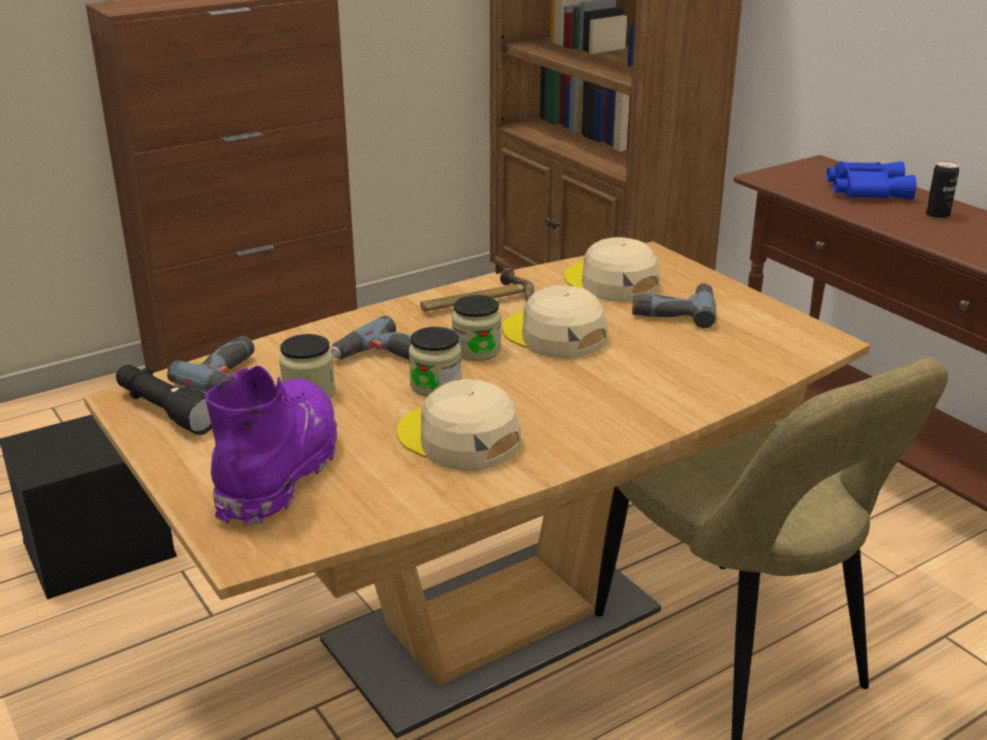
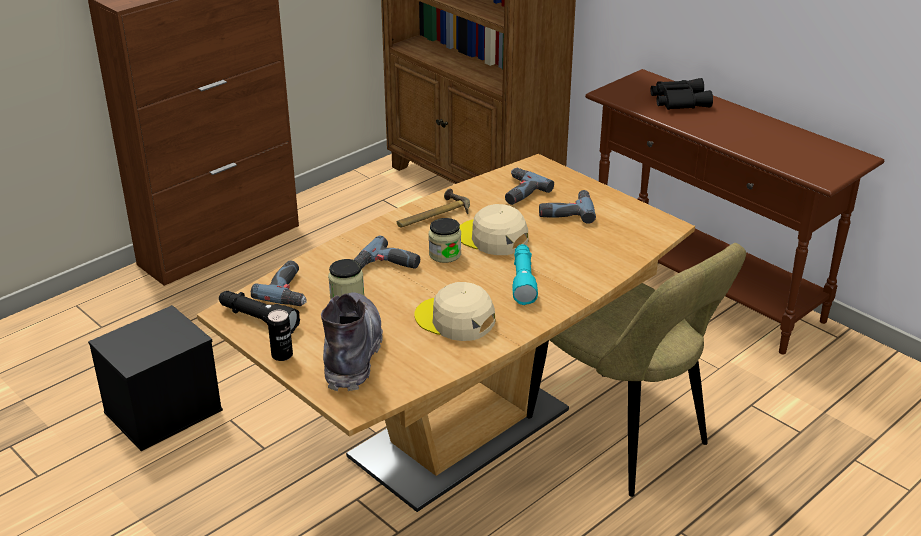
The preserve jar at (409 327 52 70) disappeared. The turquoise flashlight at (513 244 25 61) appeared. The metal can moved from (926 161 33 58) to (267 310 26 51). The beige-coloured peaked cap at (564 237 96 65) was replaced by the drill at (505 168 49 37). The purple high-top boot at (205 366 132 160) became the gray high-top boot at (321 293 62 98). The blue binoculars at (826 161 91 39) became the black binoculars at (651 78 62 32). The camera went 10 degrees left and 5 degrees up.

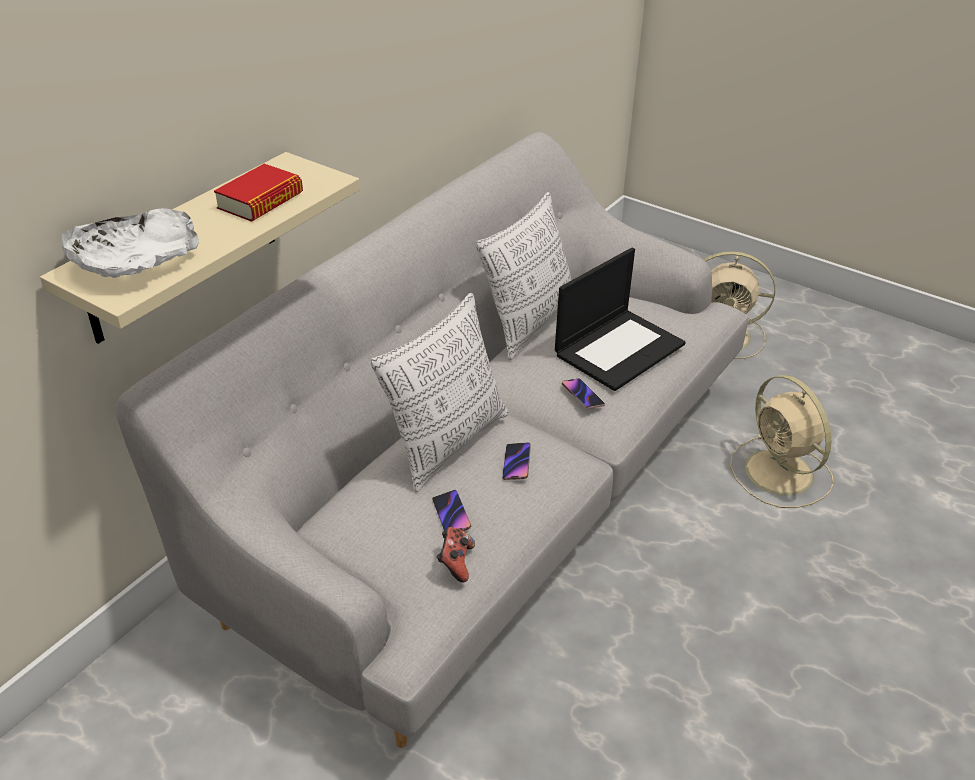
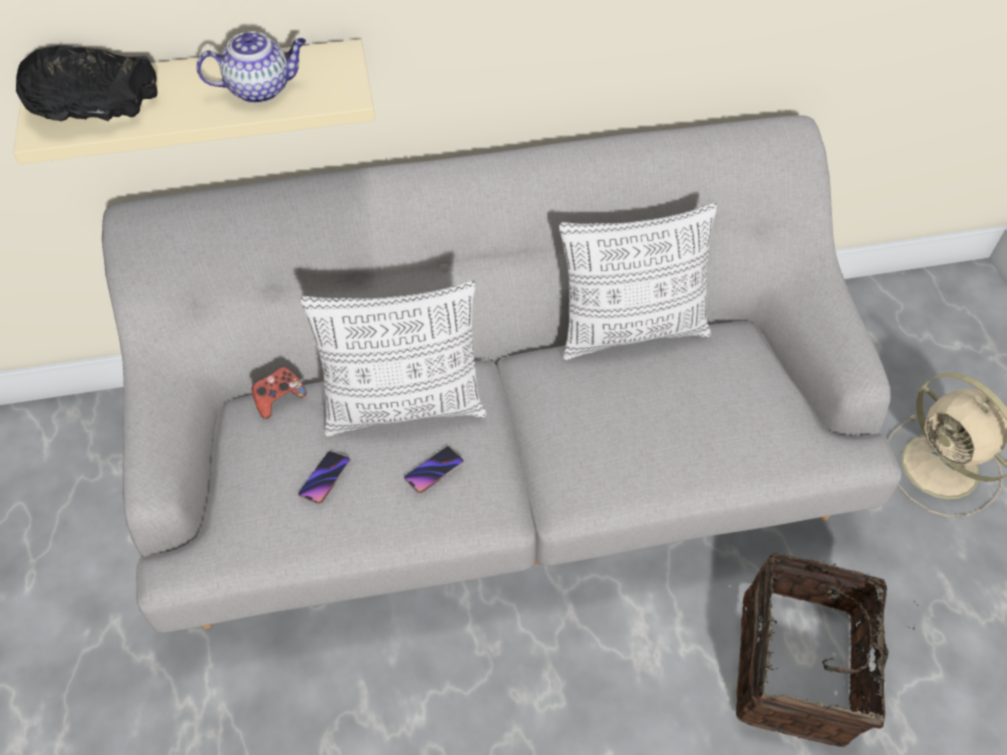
The notebook computer at (555 248 131 143) disappeared. The telephone at (562 378 43 31) disappeared. The joypad moved from (437 527 38 56) to (252 367 55 52). The volume at (214 164 89 58) was replaced by the tea pot at (196 31 110 72). The beige-coloured electric fan at (730 375 104 133) was replaced by the storage basket at (736 553 182 194). The white serving bowl at (61 208 138 70) became the black serving bowl at (16 45 142 76). The camera went 45 degrees right and 15 degrees up.

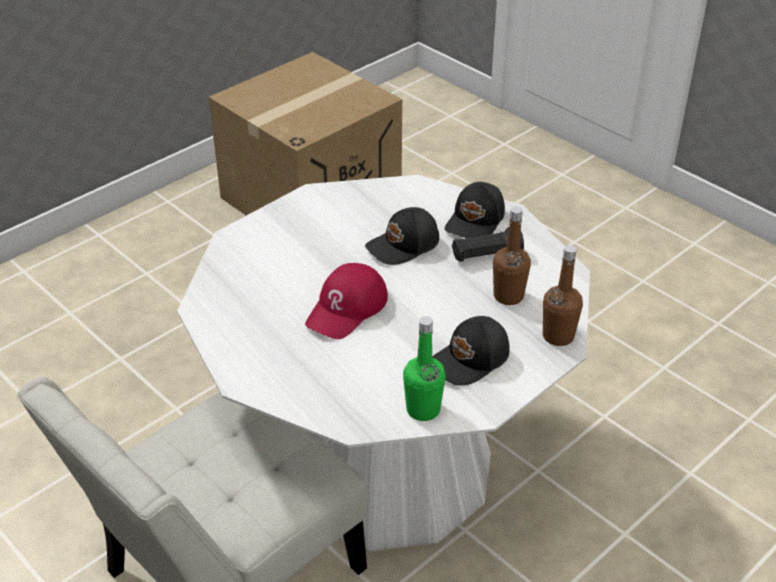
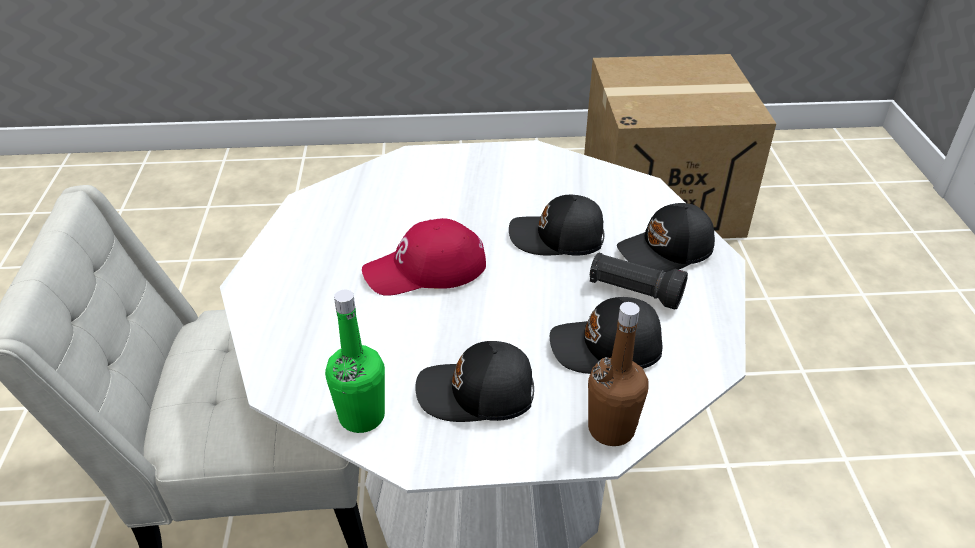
The brown-coloured bottle at (493 207 38 98) was replaced by the black peaked cap at (550 297 112 77). The camera went 40 degrees right and 0 degrees up.

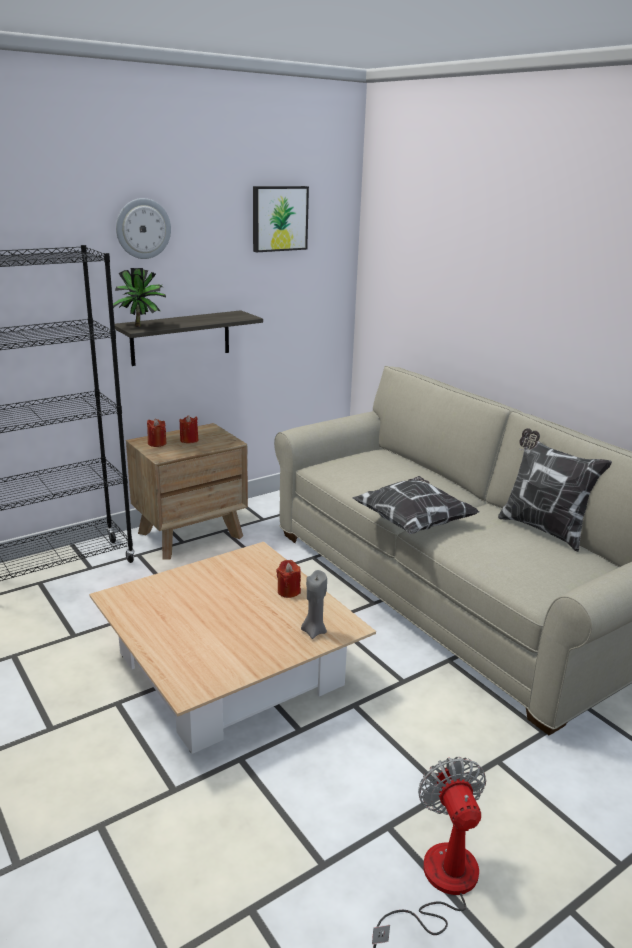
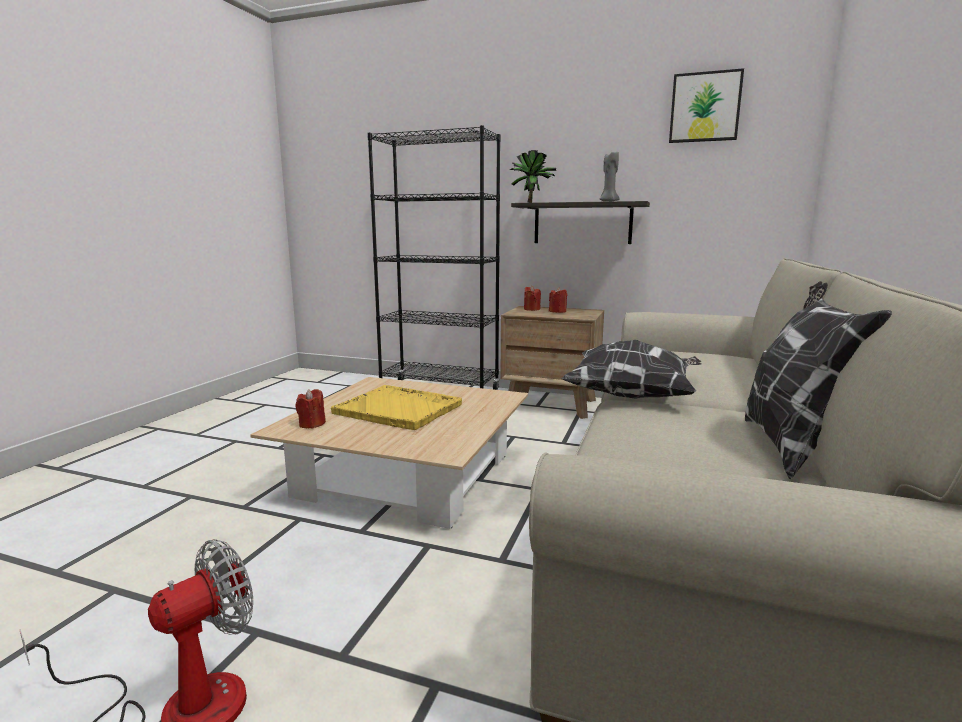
The clock on the wall at (116 198 55 61) disappeared. The yellow-coloured tray at (331 385 131 45) appeared. The red-coloured candle moved from (276 560 25 38) to (296 389 30 39). The gray candle moved from (301 570 26 69) to (600 151 20 50). The camera went 55 degrees right and 10 degrees down.

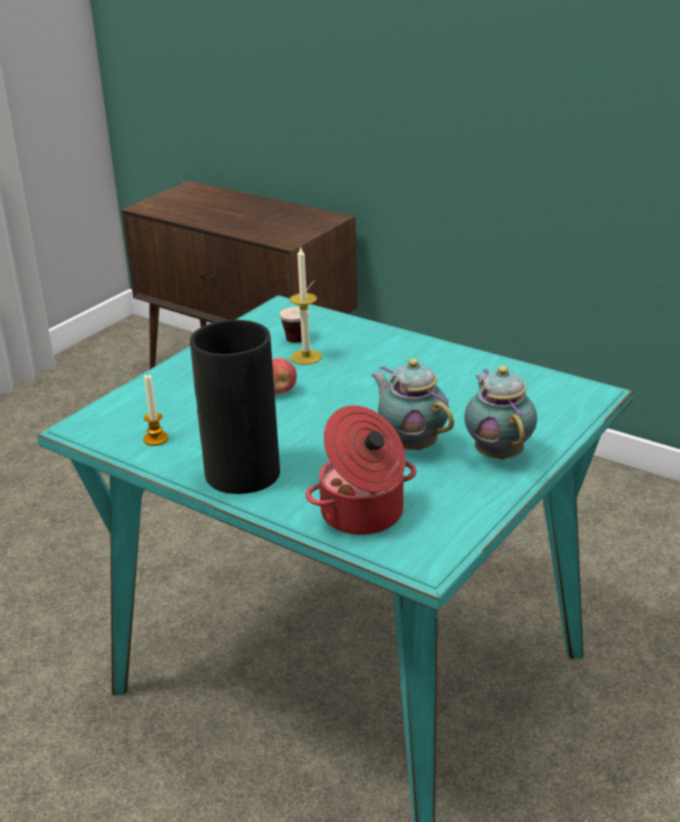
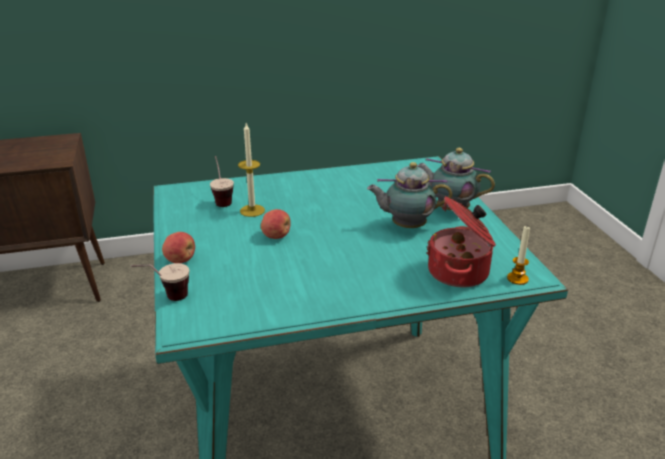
The vase at (190 320 90 174) disappeared. The drinking cup at (131 263 59 38) appeared. The apple at (162 232 33 31) appeared. The candle moved from (143 374 26 72) to (507 226 23 59). The camera went 50 degrees left and 0 degrees up.

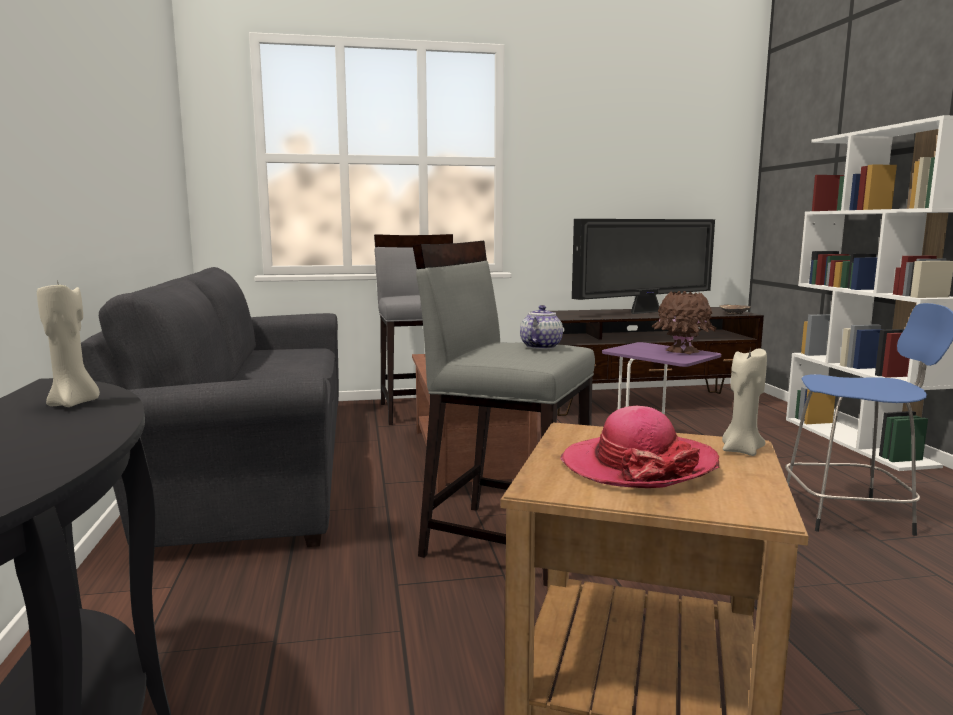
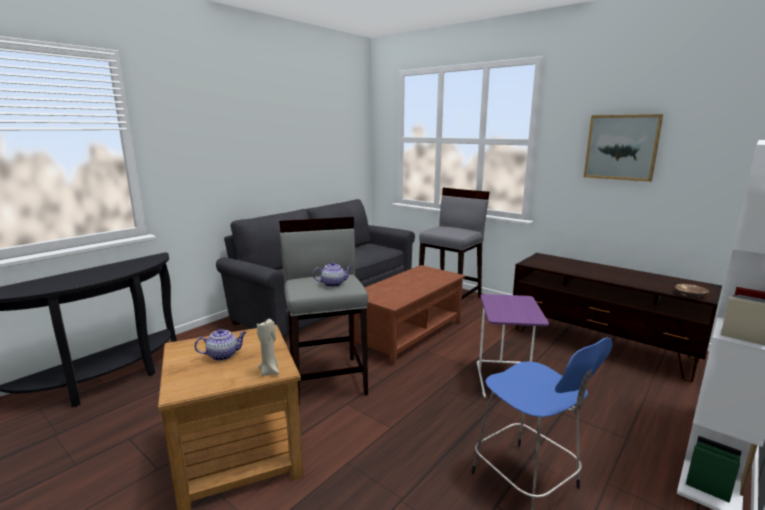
The beige-coloured candle at (37 279 63 128) disappeared. The TV at (572 219 143 95) disappeared. The brown-coloured vase at (651 291 65 63) disappeared. The picture at (584 114 79 68) appeared. The hat at (561 405 158 83) was replaced by the tea pot at (194 329 53 32). The camera went 50 degrees right and 5 degrees up.

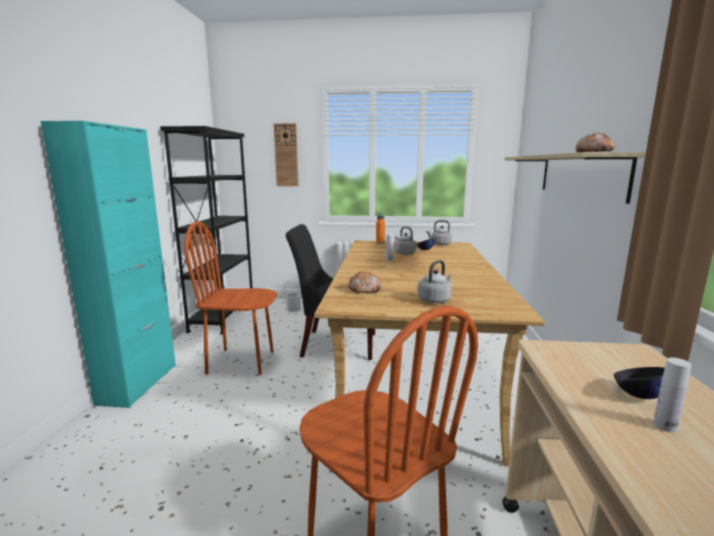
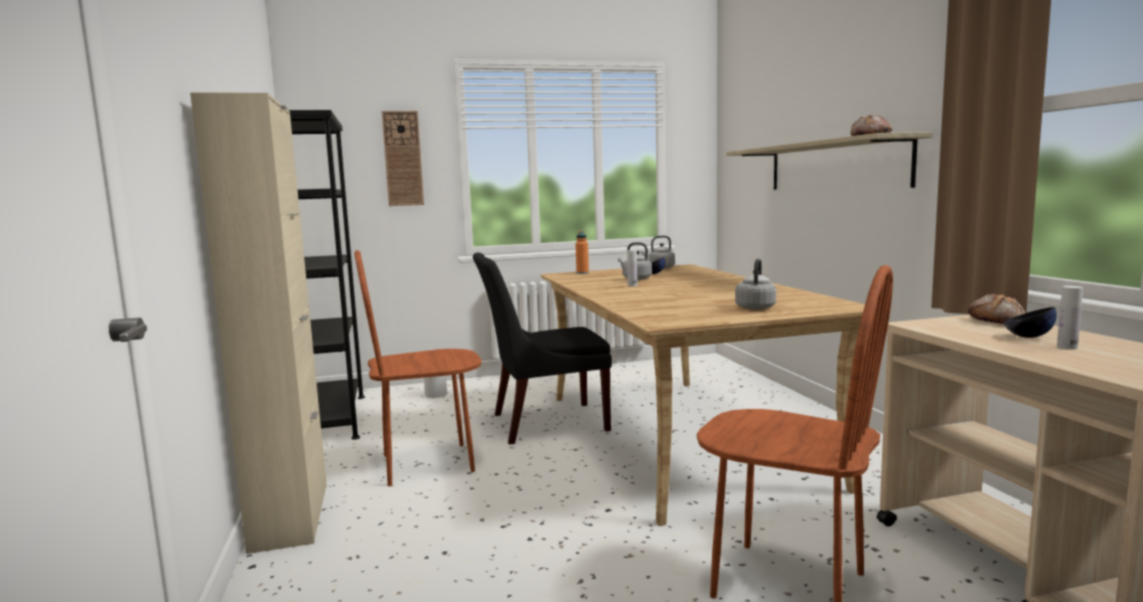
The bakery bread moved from (348 271 33 22) to (968 294 57 30). The turquoise cabinet at (41 121 135 287) became the beige-coloured cabinet at (190 92 137 462). The camera went 20 degrees left and 5 degrees down.

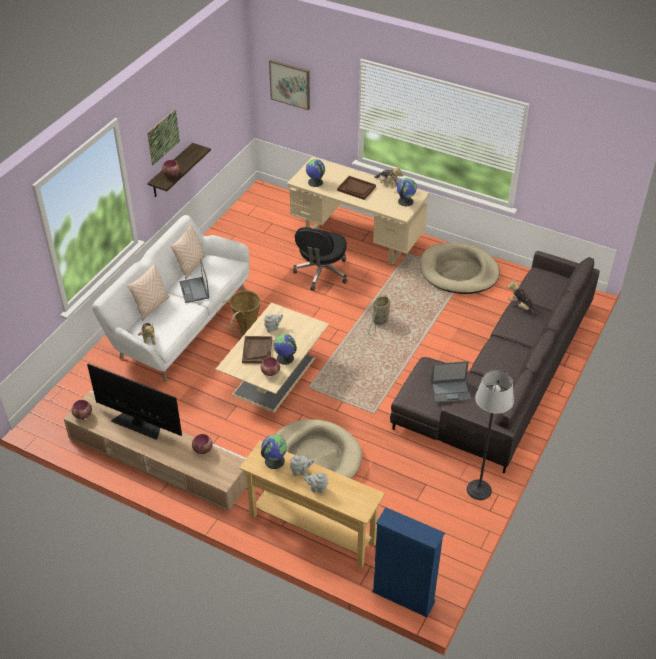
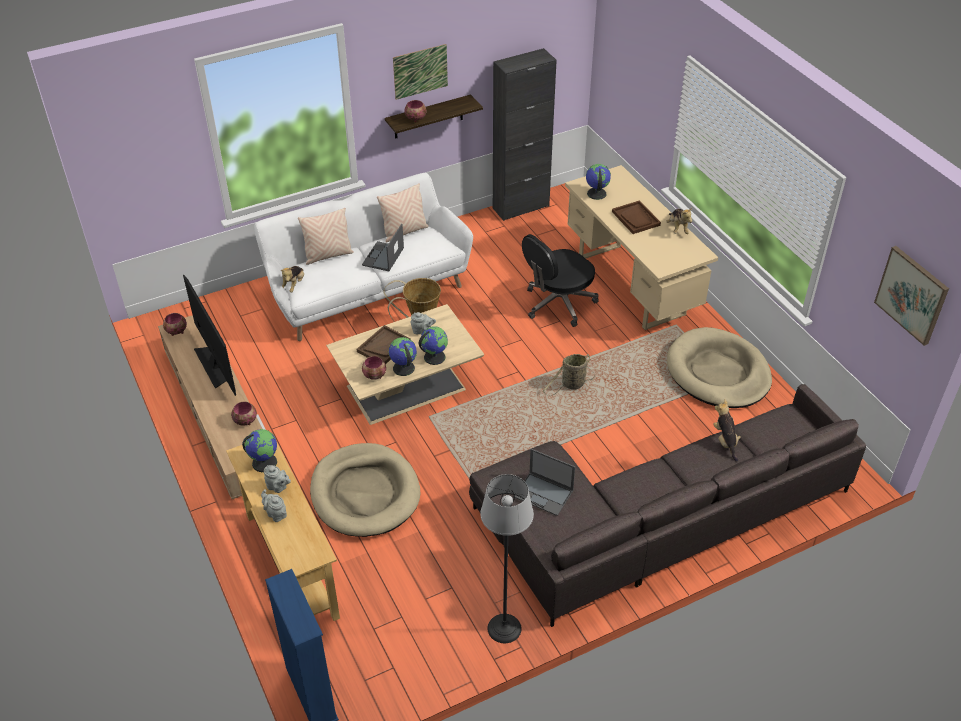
The black cabinet at (493 48 64 173) appeared. The picture moved from (269 60 41 50) to (874 246 75 100). The desk globe moved from (397 178 20 28) to (419 326 29 39). The camera went 35 degrees right and 0 degrees up.

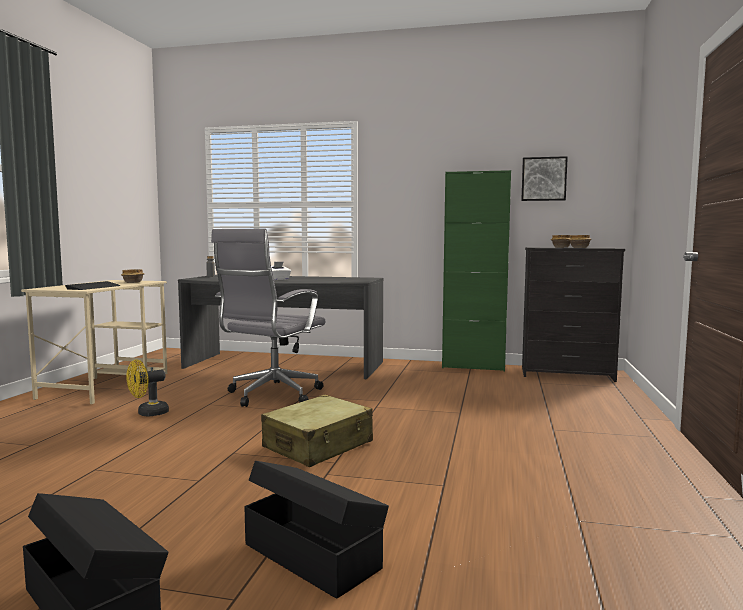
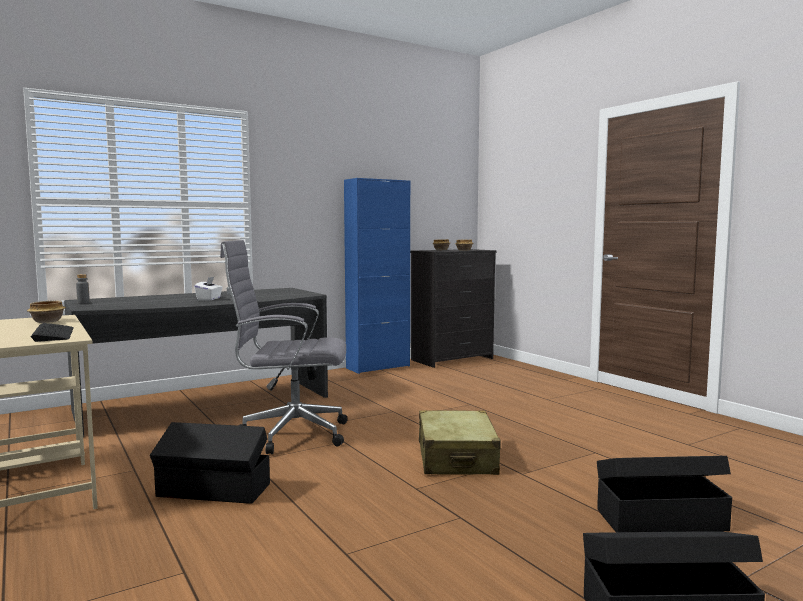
The picture at (521 156 47 45) disappeared. The yellow-coloured electric fan at (126 360 43 57) was replaced by the black storage box at (150 422 120 82). The green cabinet at (442 170 69 202) became the blue cabinet at (344 178 66 196). The gray office chair at (211 229 114 178) turned 105 degrees clockwise. The camera went 45 degrees left and 0 degrees up.

